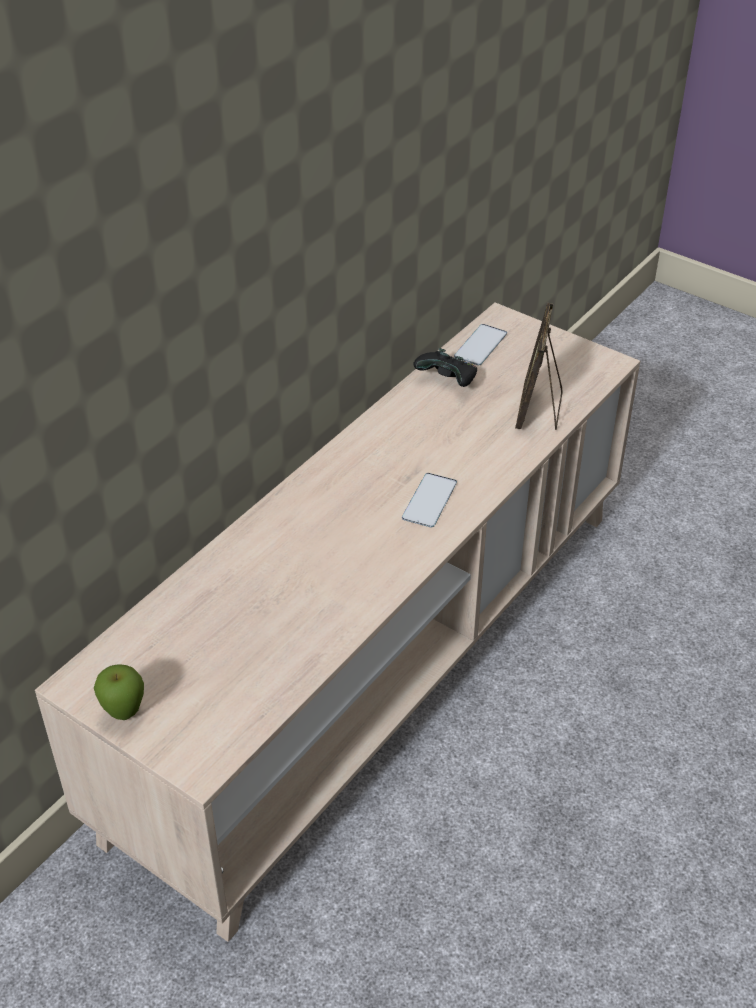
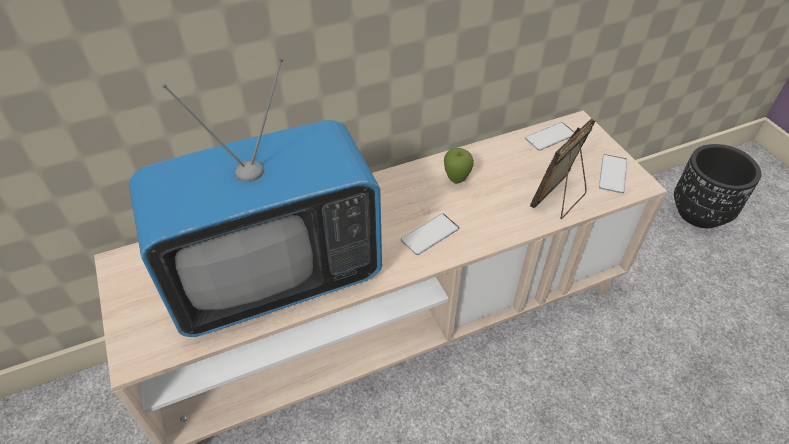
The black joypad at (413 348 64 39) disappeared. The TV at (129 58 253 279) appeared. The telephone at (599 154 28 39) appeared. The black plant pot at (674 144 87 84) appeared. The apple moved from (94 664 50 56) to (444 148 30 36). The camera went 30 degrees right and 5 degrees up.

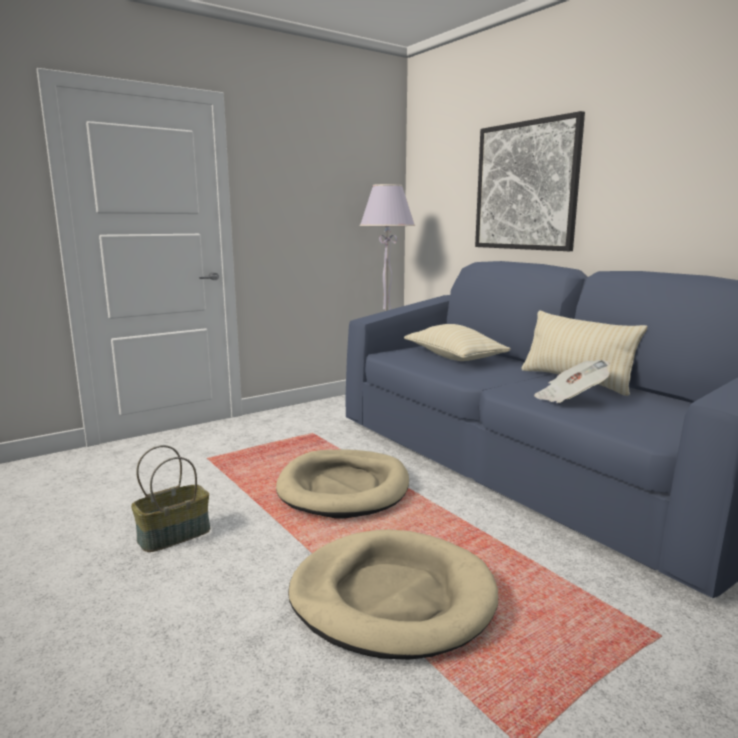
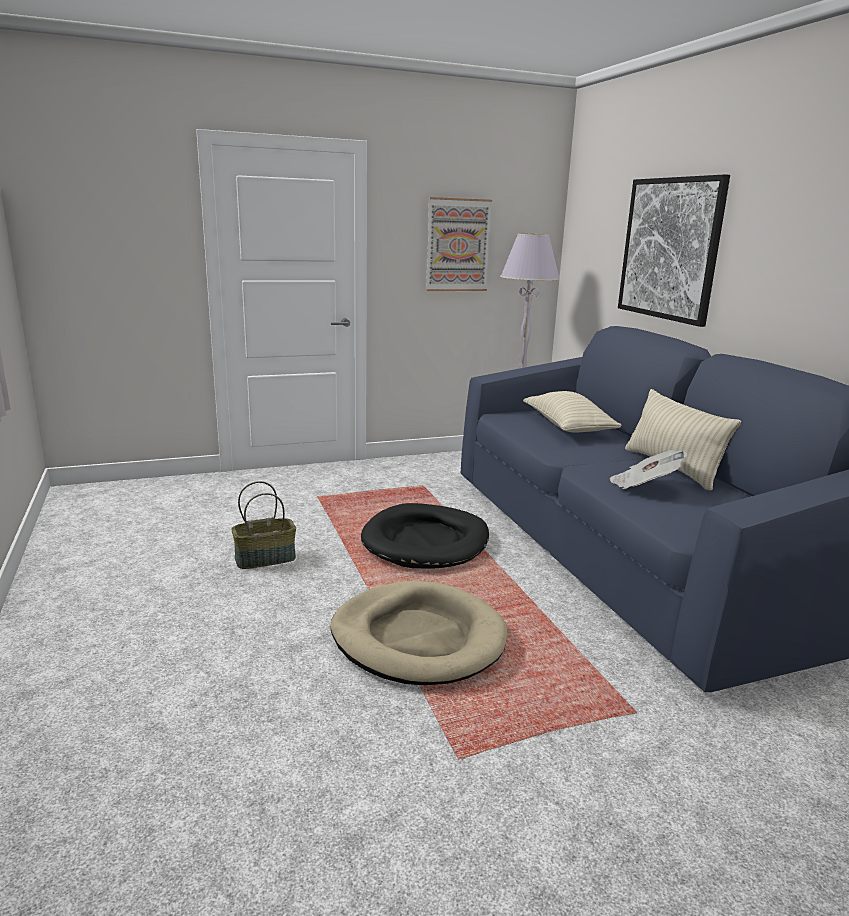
The picture at (426 197 66 94) appeared. The beige-coloured pet bed at (276 450 133 68) became the black pet bed at (361 503 128 65). The camera went 15 degrees right and 5 degrees up.

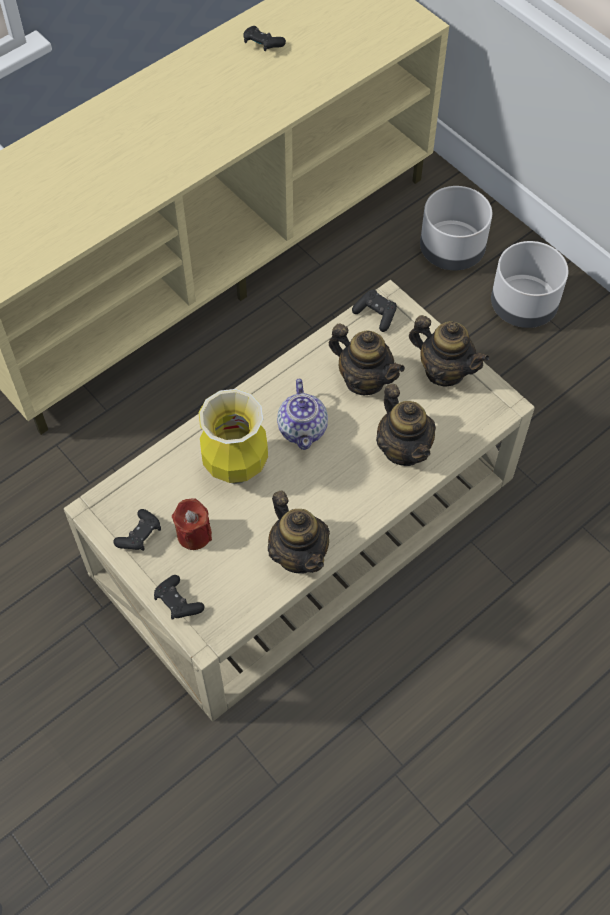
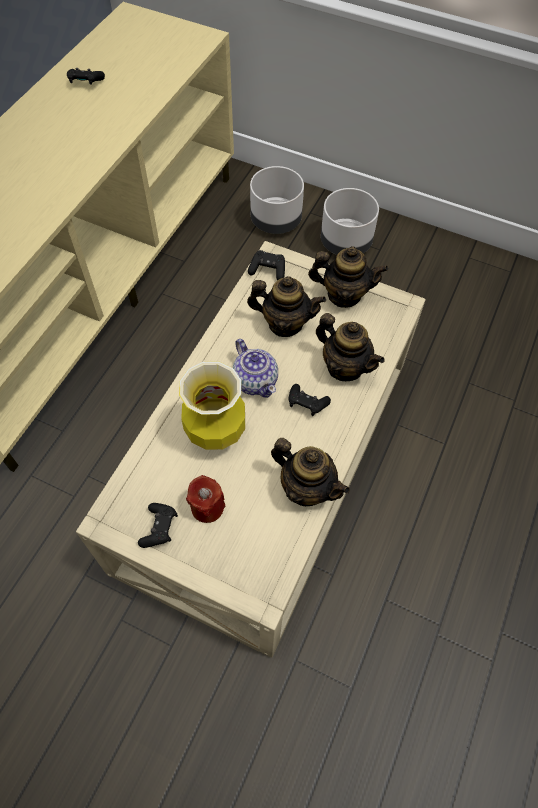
The black joypad moved from (154 575 50 45) to (289 384 42 32). The camera went 25 degrees left and 0 degrees up.

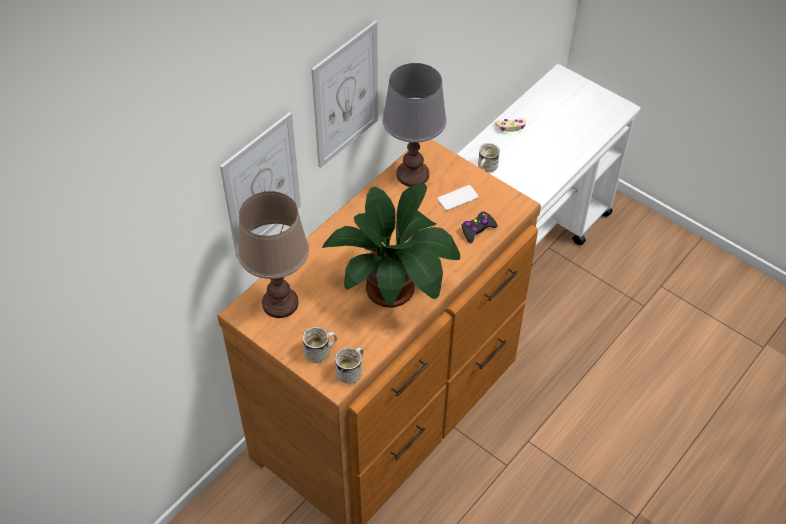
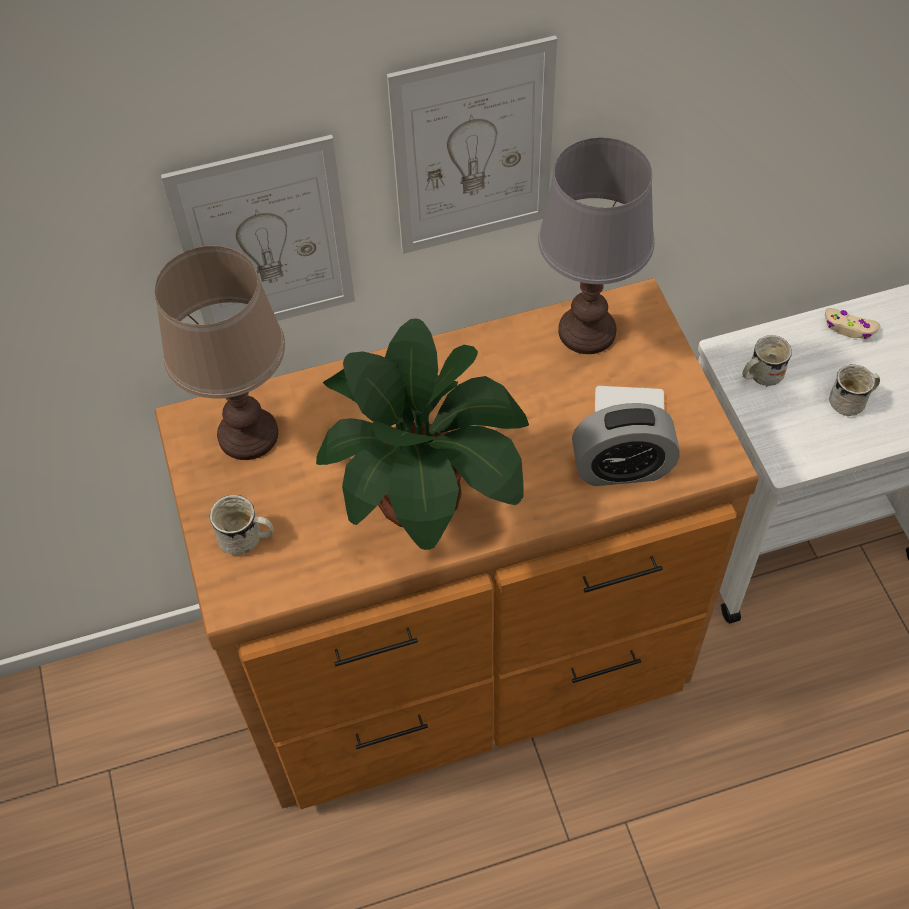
The white coffee mug moved from (335 347 28 37) to (829 364 51 52). The black joypad at (461 211 36 32) was replaced by the alarm clock at (572 403 108 83). The camera went 35 degrees right and 5 degrees up.

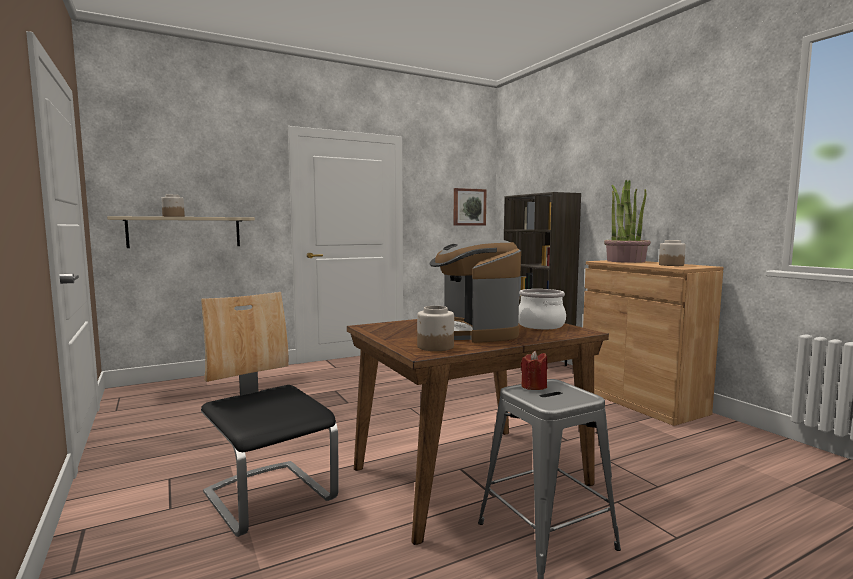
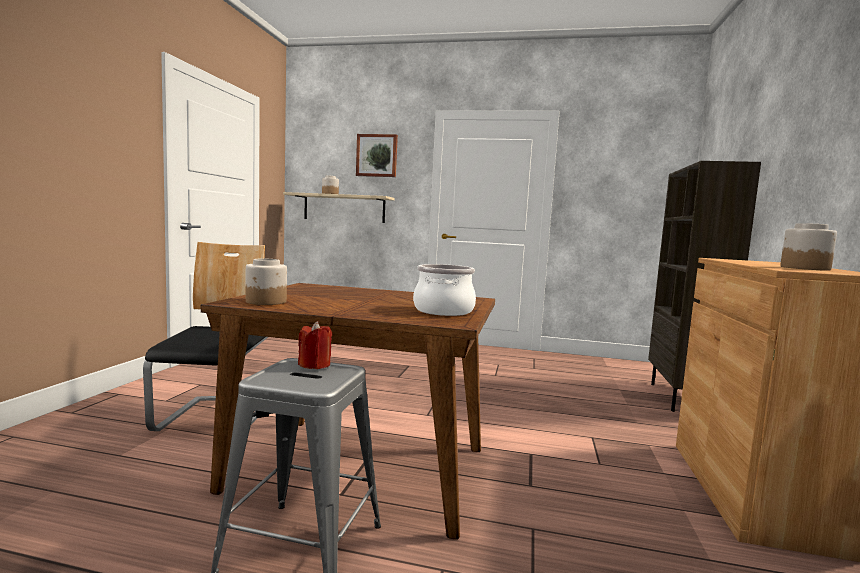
The coffee maker at (430 240 91 103) disappeared. The plant in a pot at (604 180 47 83) disappeared. The picture moved from (454 188 33 38) to (356 134 42 43). The camera went 40 degrees right and 0 degrees up.

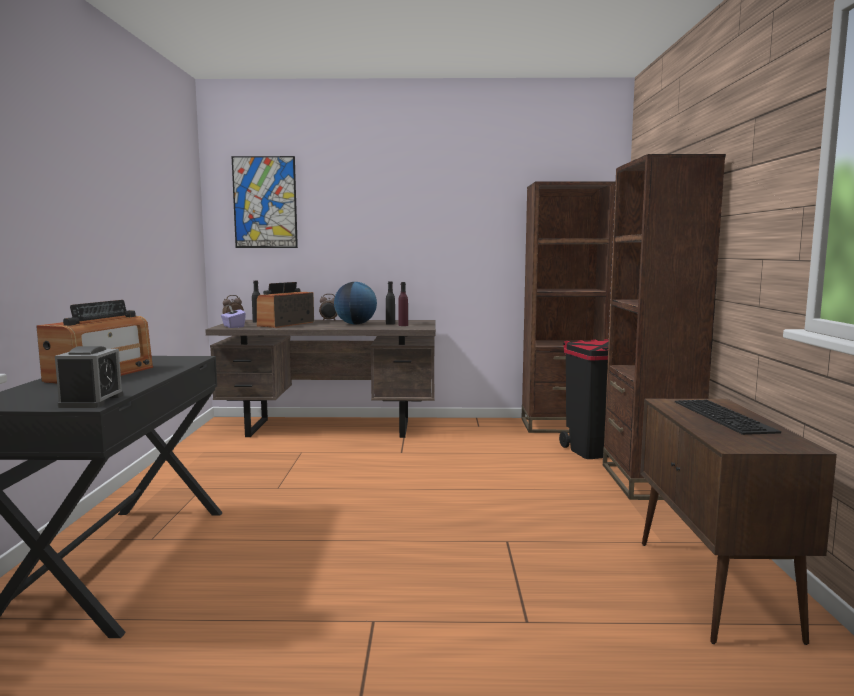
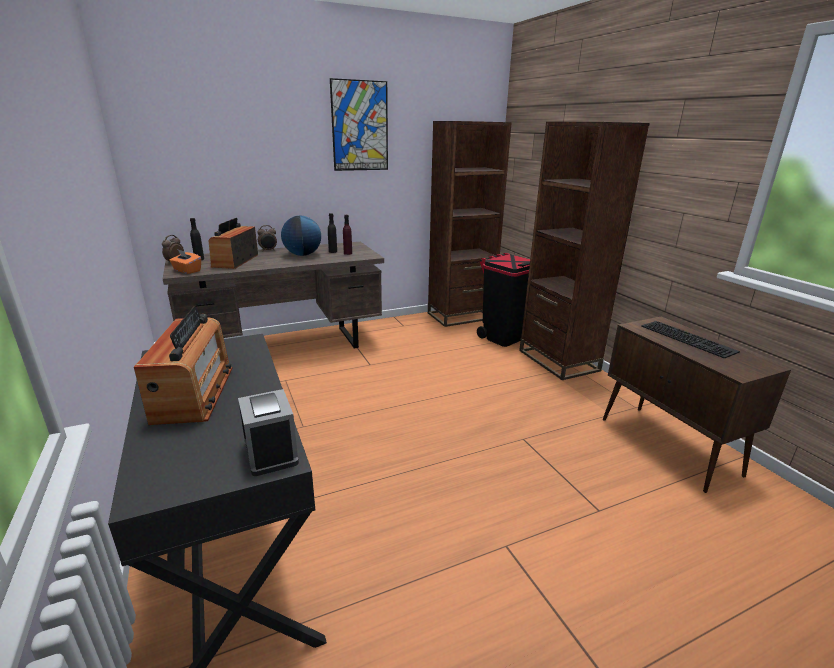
The picture moved from (231 156 67 92) to (330 78 58 93). The purple box of tissues at (221 305 25 23) became the orangey box of tissues at (169 250 32 24). The camera went 25 degrees left and 15 degrees up.

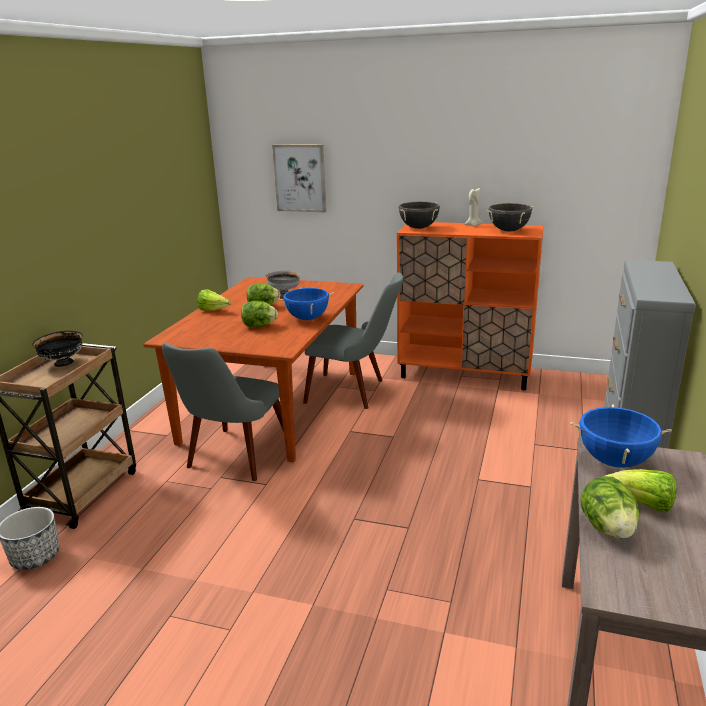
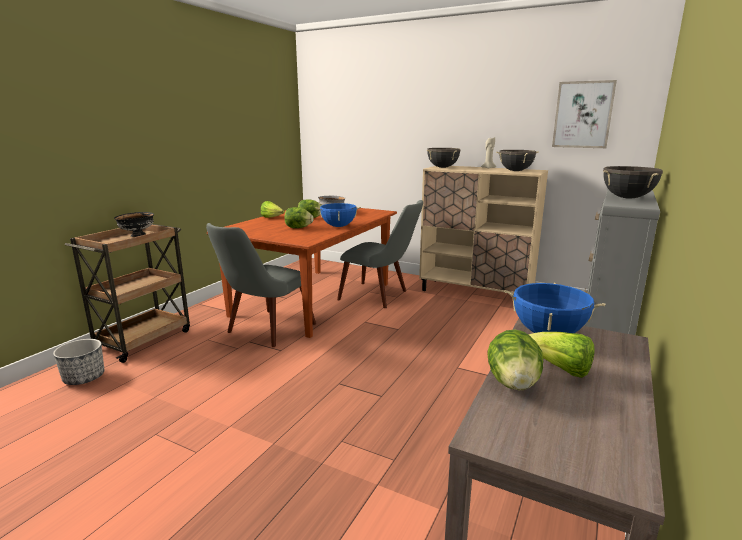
The black stockpot at (603 166 60 33) appeared. The picture moved from (272 144 54 68) to (552 80 65 68). The orangey cabinet at (397 222 147 168) became the beige-coloured cabinet at (419 166 129 128). The camera went 10 degrees right and 5 degrees down.

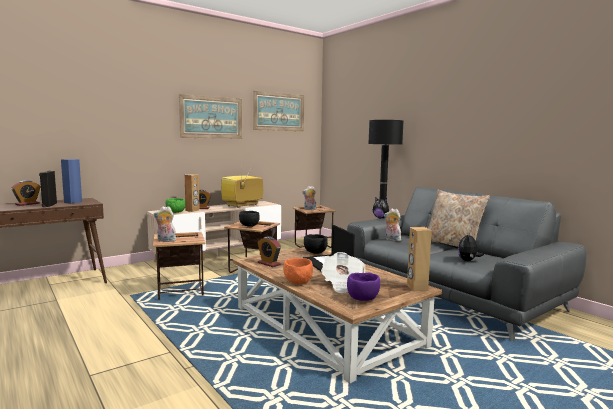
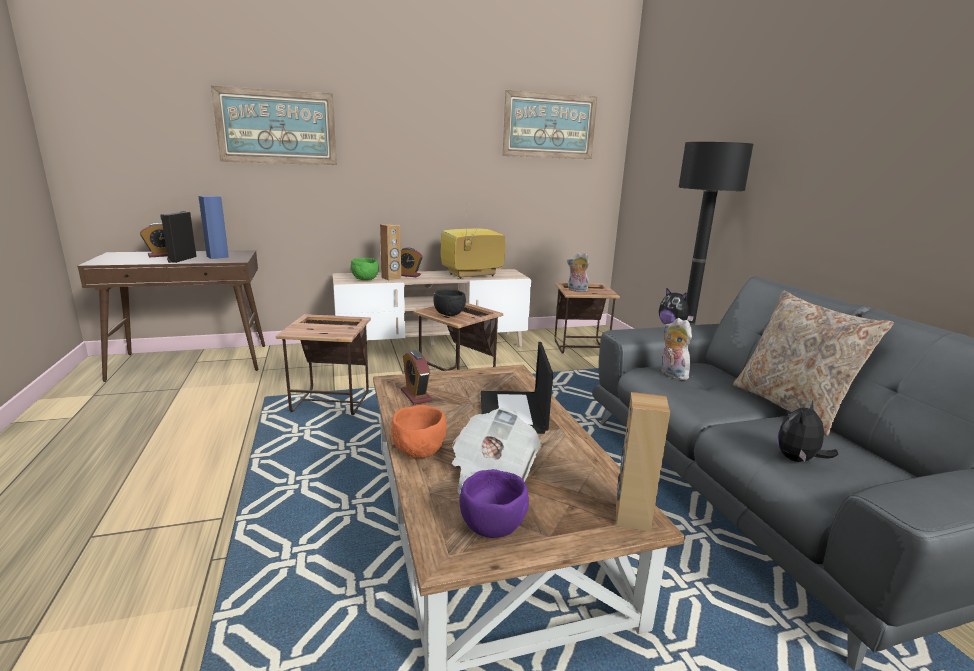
The plush toy at (154 206 22 36) disappeared. The black serving bowl at (304 234 24 20) disappeared. The picture moved from (179 94 63 45) to (211 85 126 80). The camera went 20 degrees right and 10 degrees up.

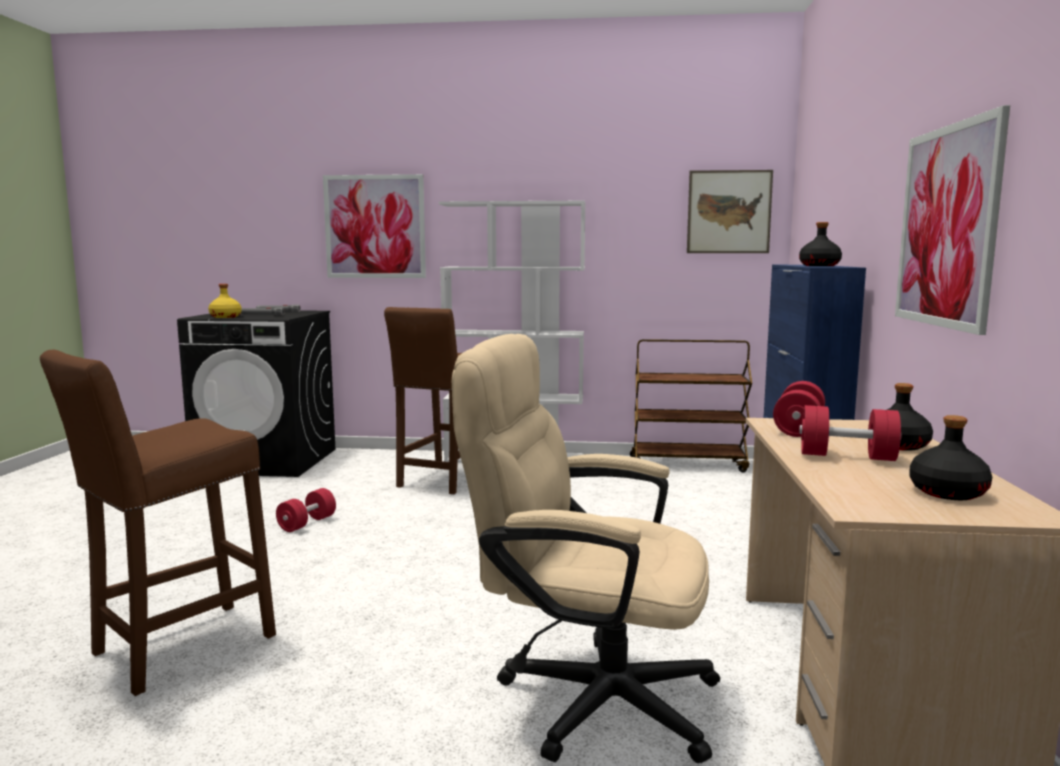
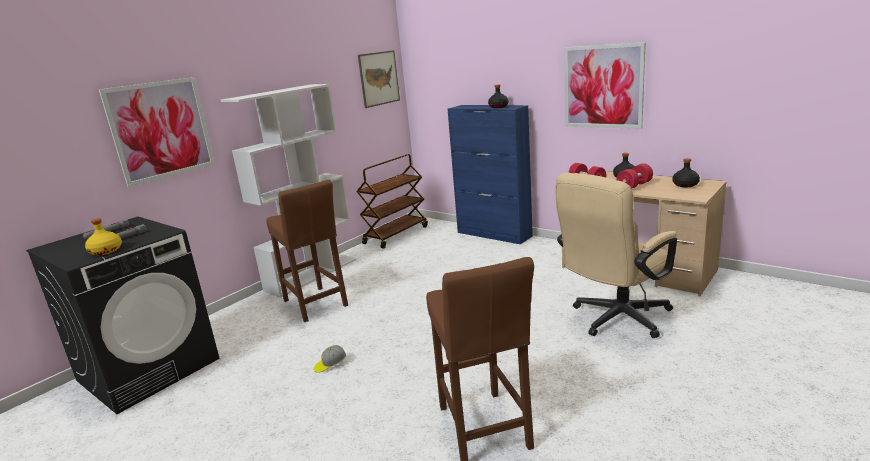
The red-coloured free weight at (276 488 60 44) was replaced by the peaked cap at (314 345 32 28). The camera went 55 degrees left and 10 degrees up.

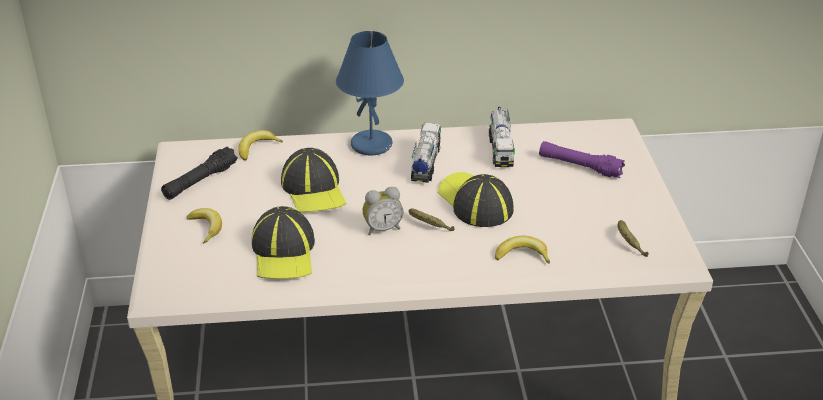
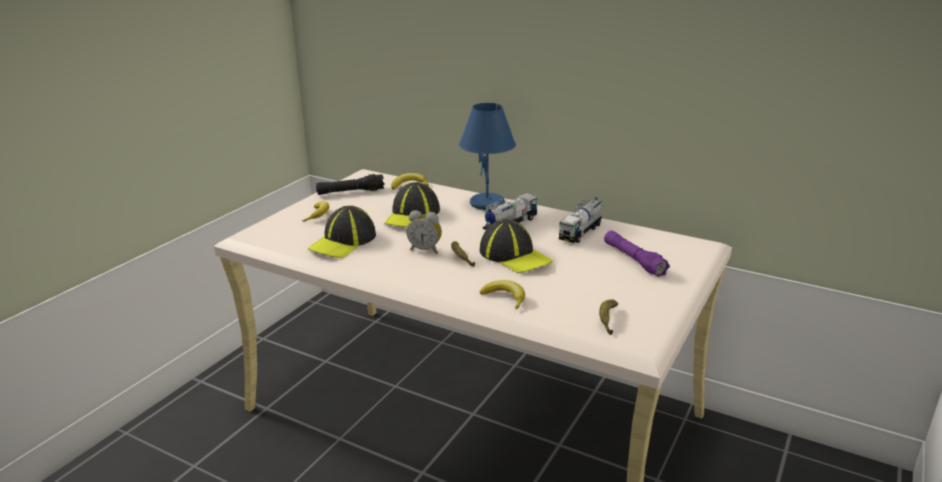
The peaked cap at (438 172 76 55) turned 135 degrees clockwise. The camera went 35 degrees right and 10 degrees down.

